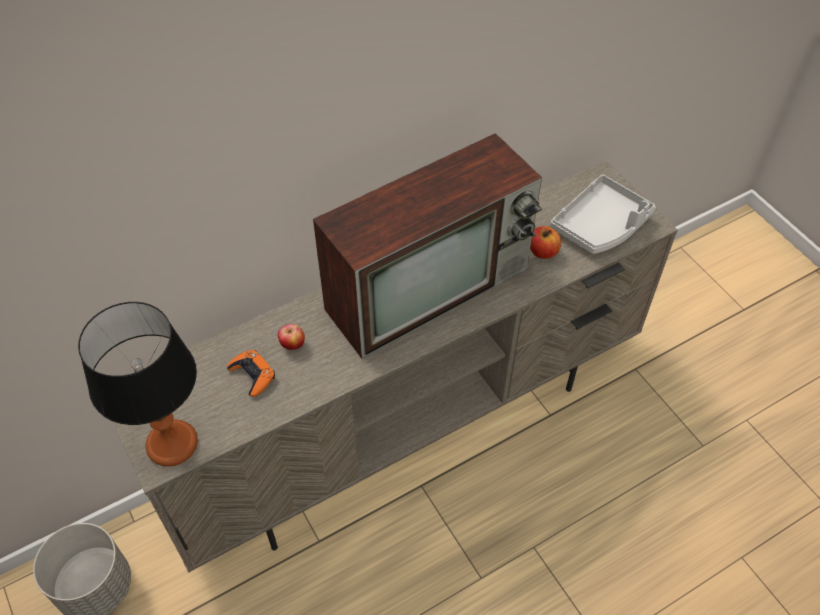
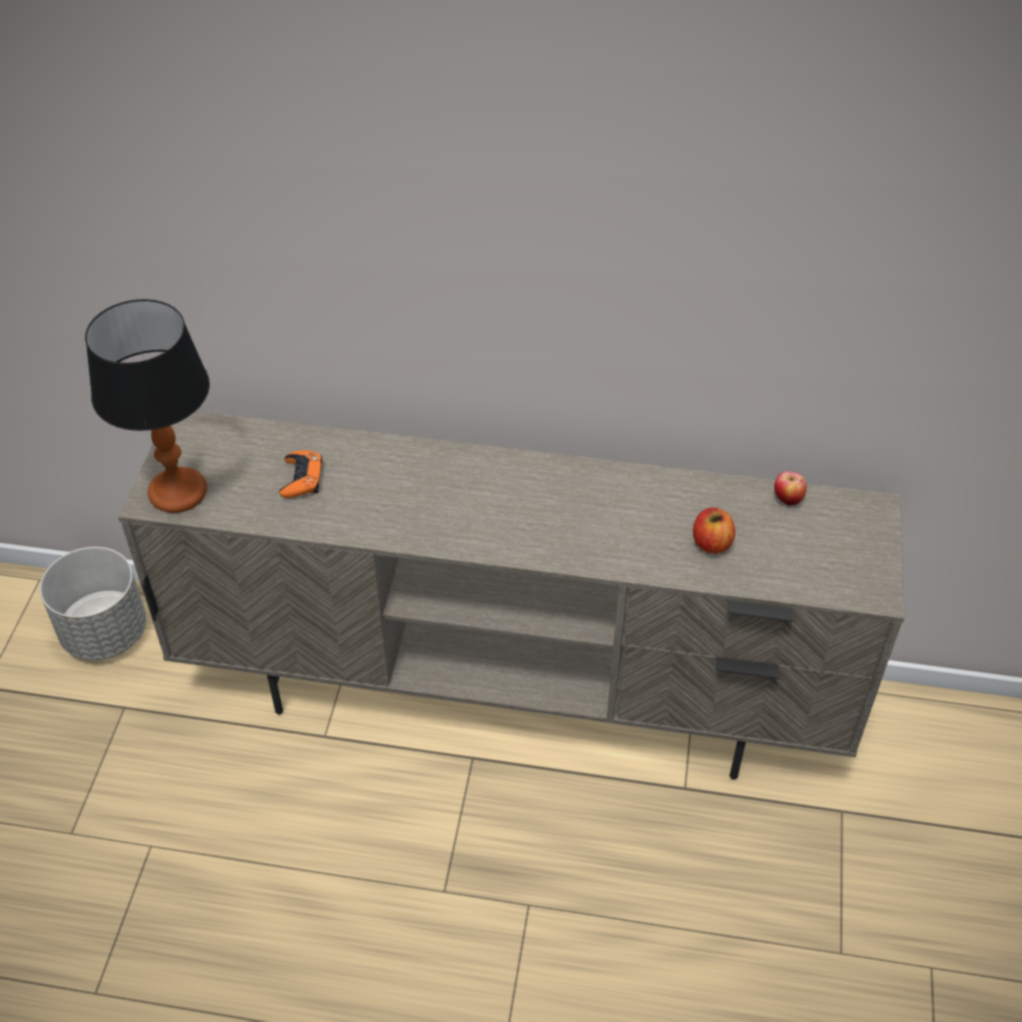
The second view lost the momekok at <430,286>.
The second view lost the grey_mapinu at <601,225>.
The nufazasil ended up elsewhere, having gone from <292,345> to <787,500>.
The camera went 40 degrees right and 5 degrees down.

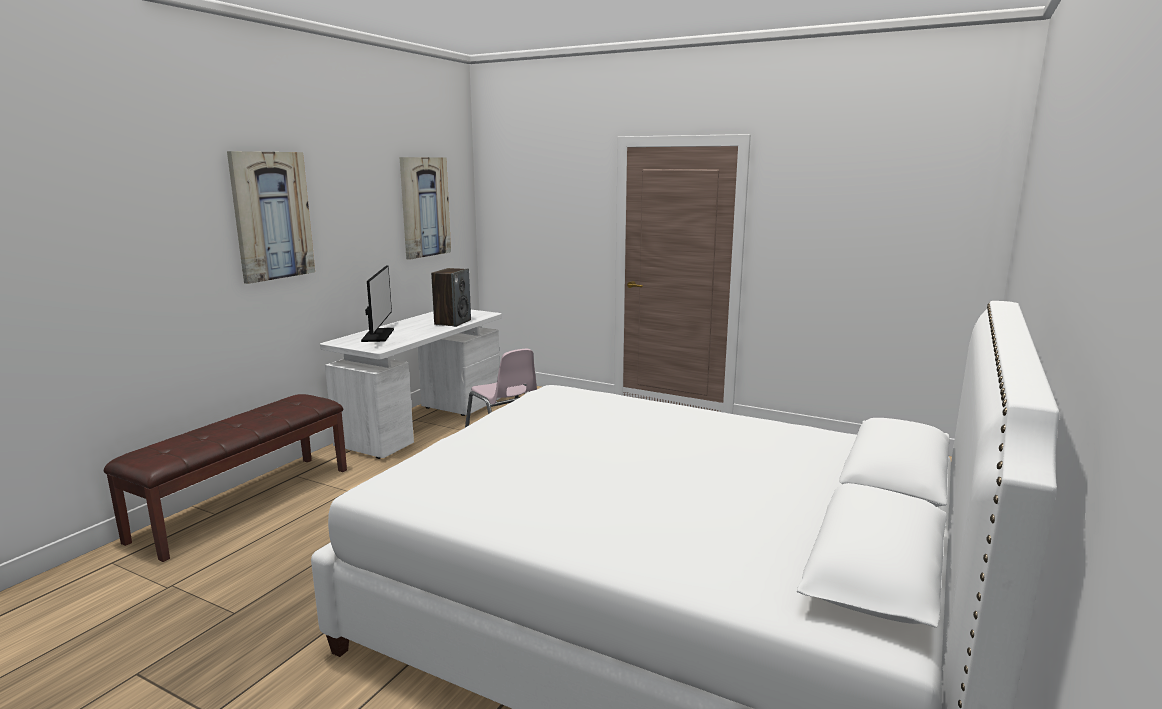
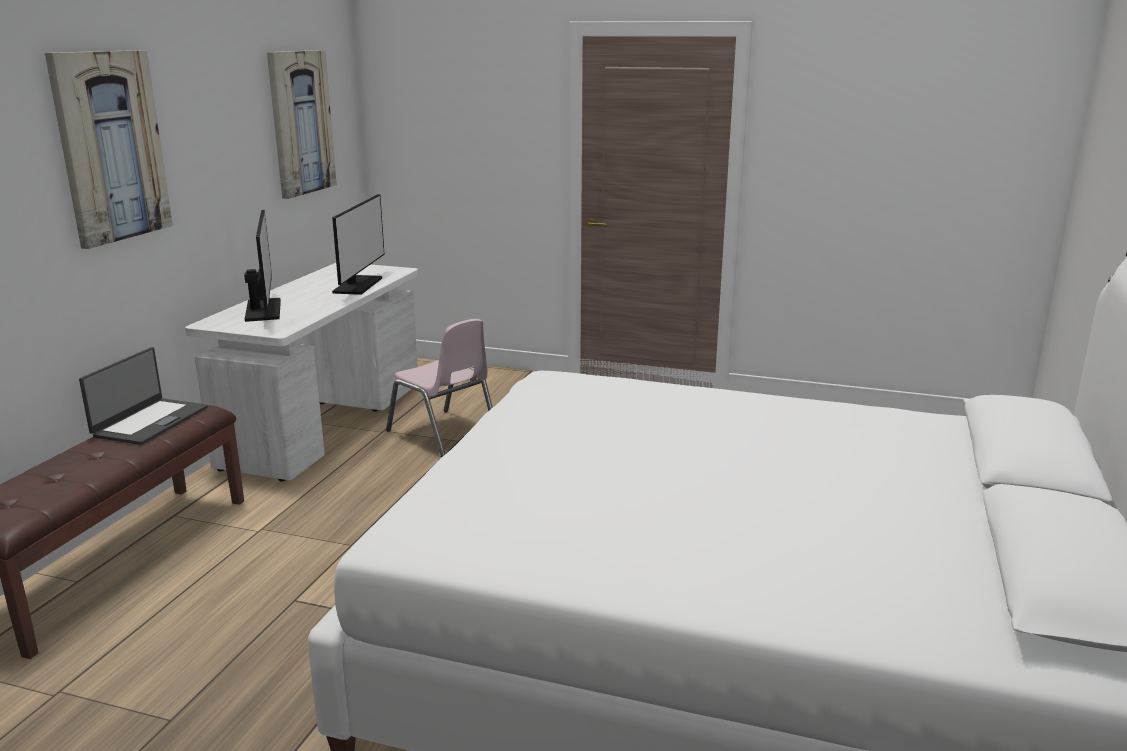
The second view gained the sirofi at <149,422>.
Where the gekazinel stood at <452,322>, the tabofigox came to stand at <358,285>.
The camera went 10 degrees left and 5 degrees up.

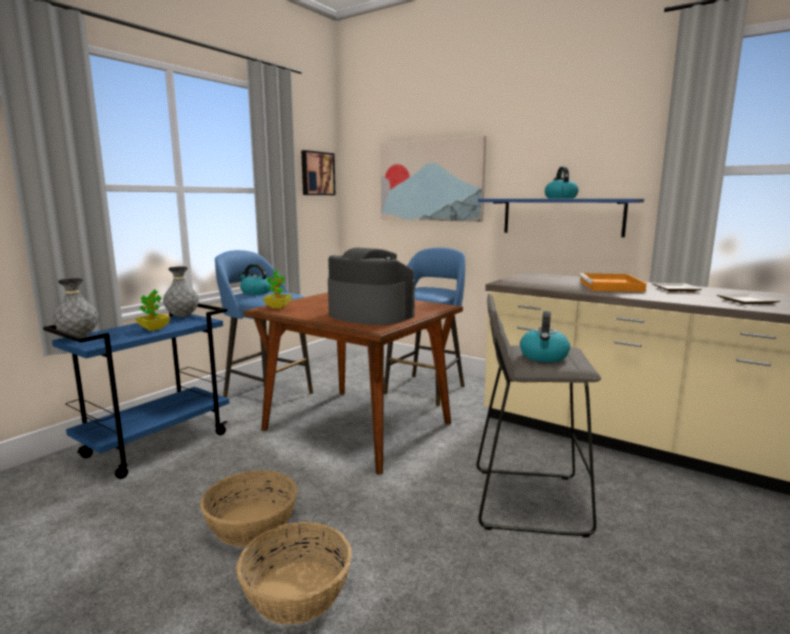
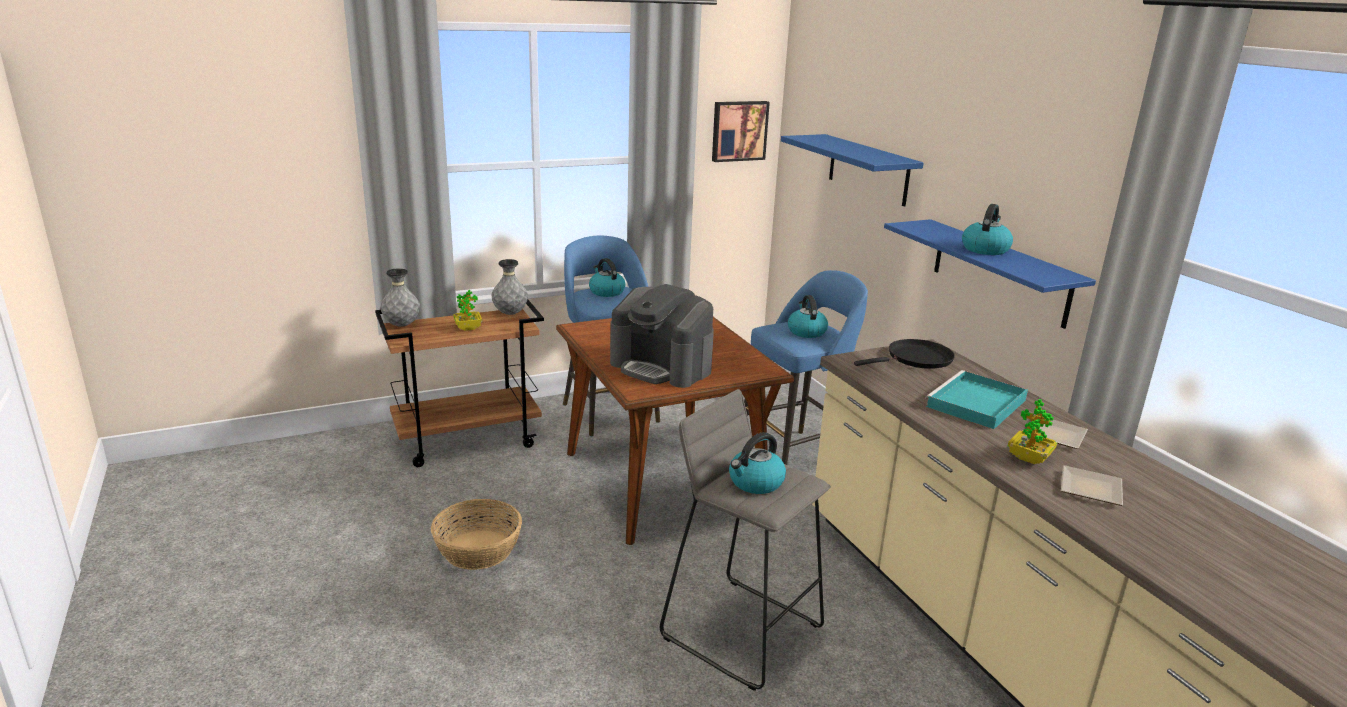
The second view lost the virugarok at <296,591>.
The second view gained the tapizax at <806,331>.
The second view gained the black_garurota at <916,359>.
The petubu ended up elsewhere, having gone from <278,307> to <1029,458>.
Where the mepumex hung at <431,180>, the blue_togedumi came to hang at <868,169>.
What was the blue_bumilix at <157,444> turned into the brown_bumilix at <468,440>.
What was the orange_mapinu at <611,286> turned into the turquoise_mapinu at <976,404>.
The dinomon at <369,315> ended up facing another way, 150 degrees clockwise from before.
The camera went 30 degrees right and 10 degrees up.

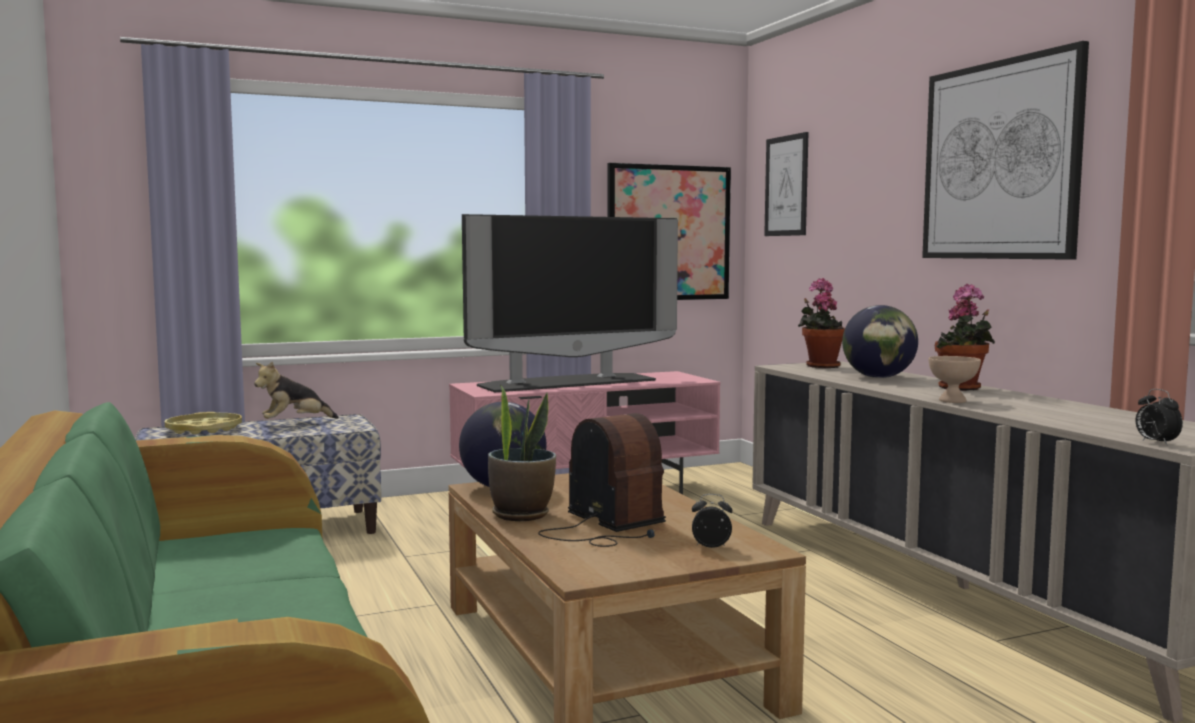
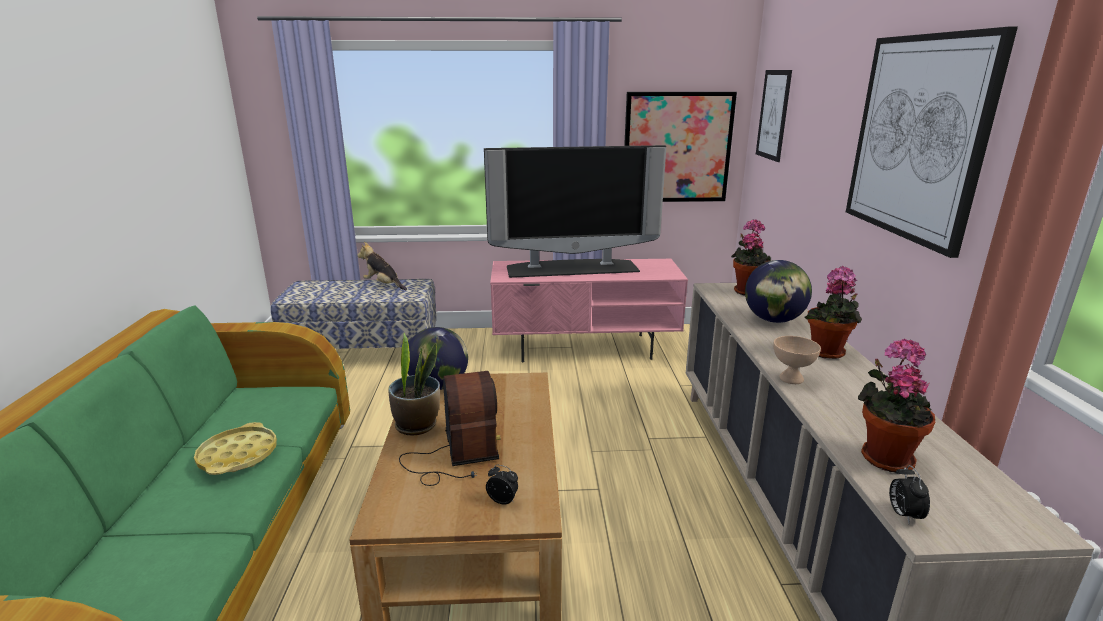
The second view gained the petubu at <884,456>.
The yellow_mapinu ended up elsewhere, having gone from <204,429> to <238,455>.
The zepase at <295,423> ended up facing another way, 45 degrees clockwise from before.
The camera went 20 degrees right and 15 degrees up.

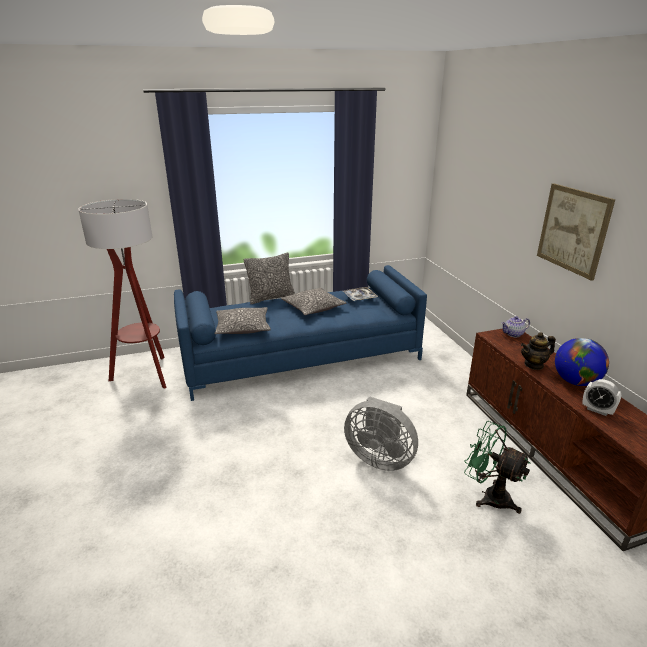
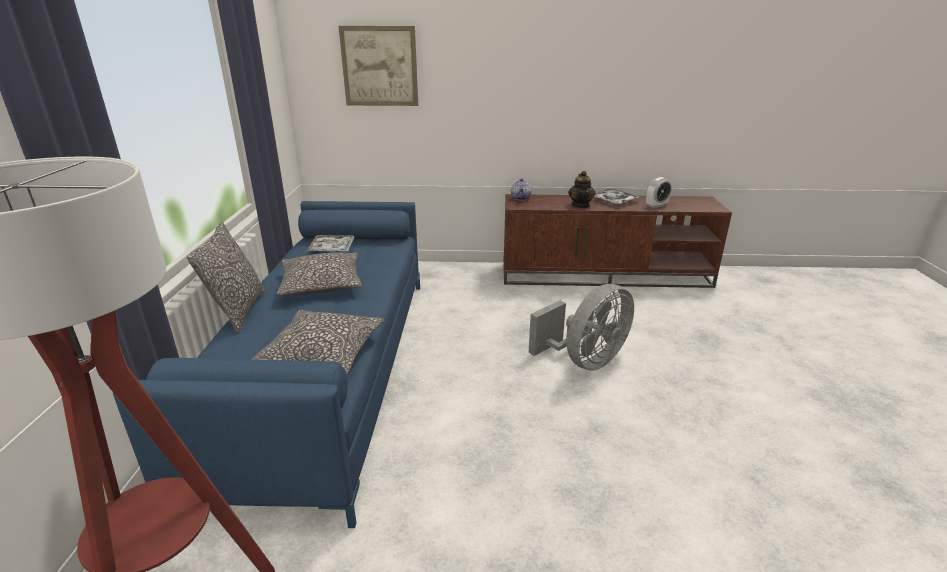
The second view lost the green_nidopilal at <489,496>.
The mepumex ended up elsewhere, having gone from <573,230> to <379,66>.
Where the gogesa stood at <575,382>, the mapinu came to stand at <613,201>.
The camera went 70 degrees left and 0 degrees up.

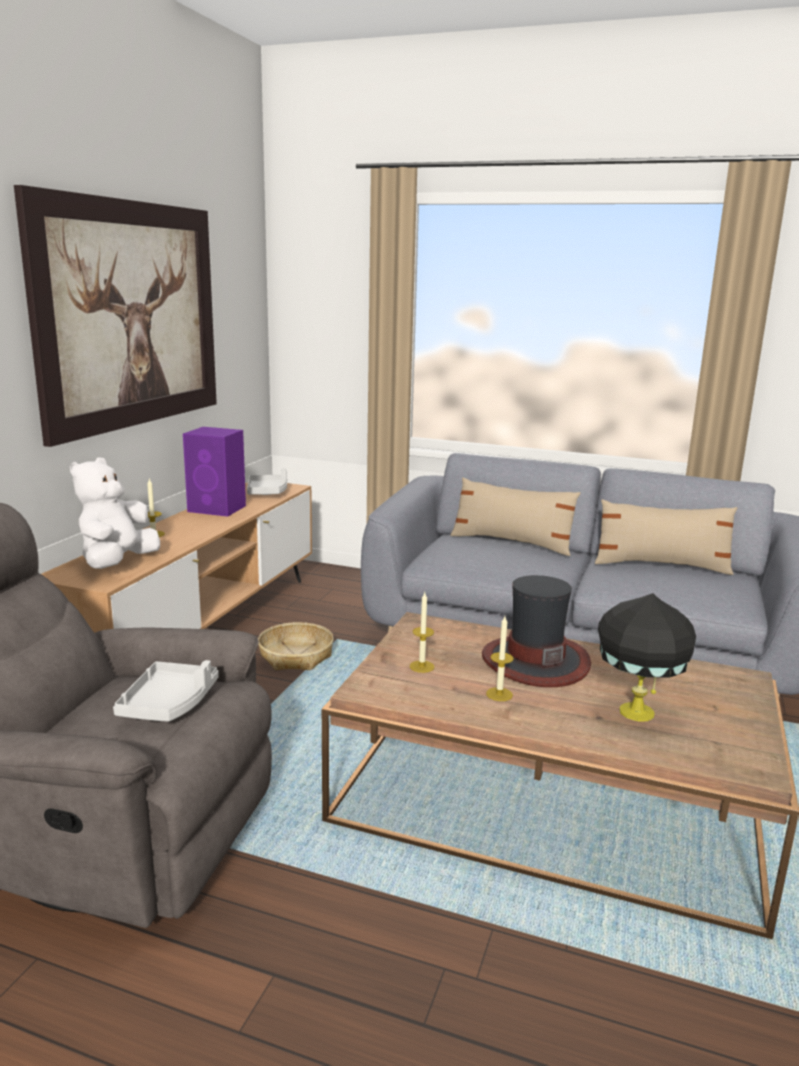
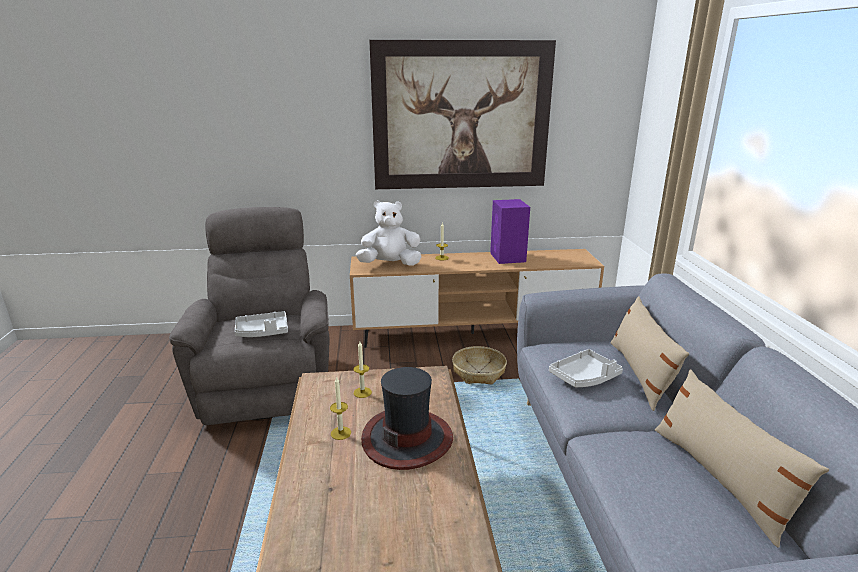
The second view lost the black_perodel at <636,713>.
The grey_mapinu ended up elsewhere, having gone from <267,492> to <585,377>.
The camera went 65 degrees right and 5 degrees up.

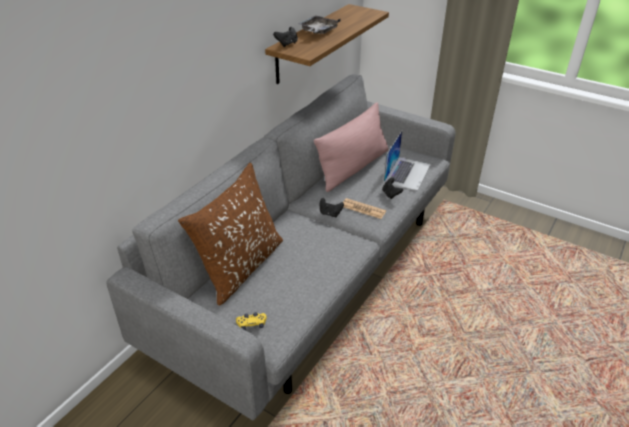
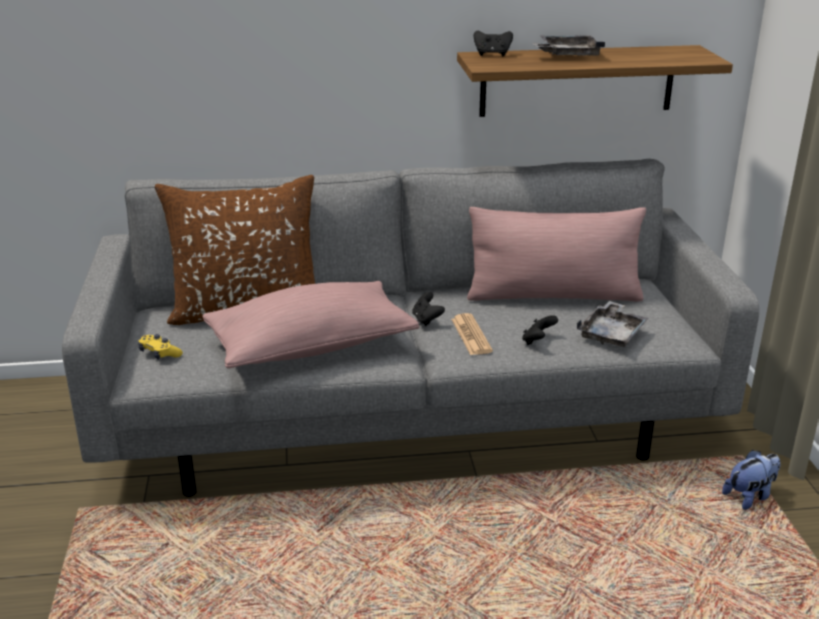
The second view gained the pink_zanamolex at <311,346>.
The second view gained the zepase at <750,496>.
Where the sirofi stood at <407,173>, the grey_mapinu came to stand at <612,334>.
The camera went 50 degrees right and 10 degrees down.

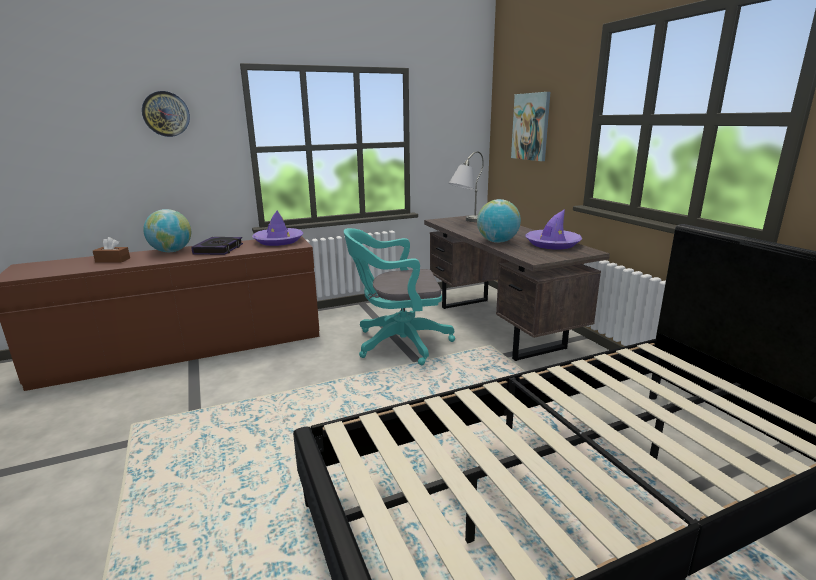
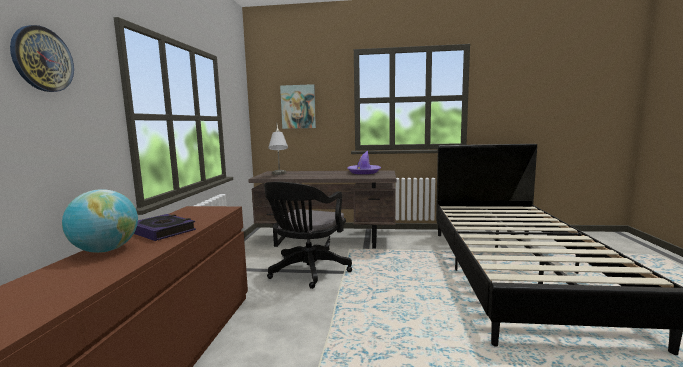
The second view lost the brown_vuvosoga at <113,260>.
The second view lost the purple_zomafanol at <278,241>.
The second view lost the gogesa at <497,242>.
What was the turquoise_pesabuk at <397,343> turned into the black_pesabuk at <307,272>.
The camera went 60 degrees left and 10 degrees down.

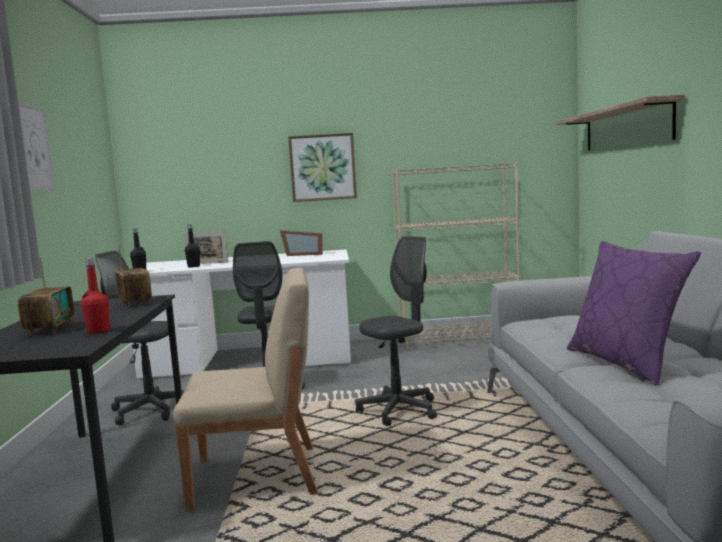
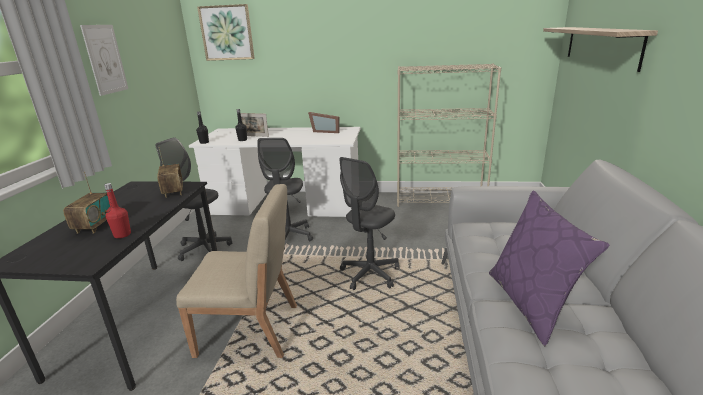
The mepumex ended up elsewhere, having gone from <322,167> to <227,33>.
The grey_pesabuk at <399,411> ended up facing another way, 150 degrees clockwise from before.
The camera went 10 degrees right and 15 degrees up.

